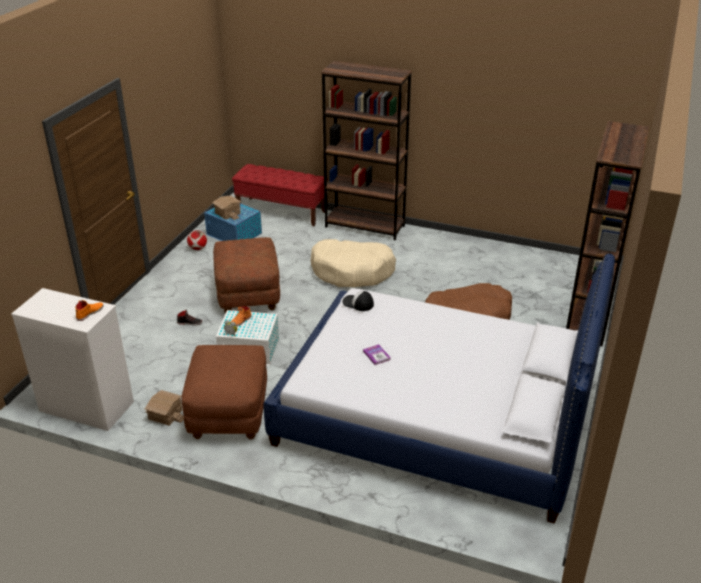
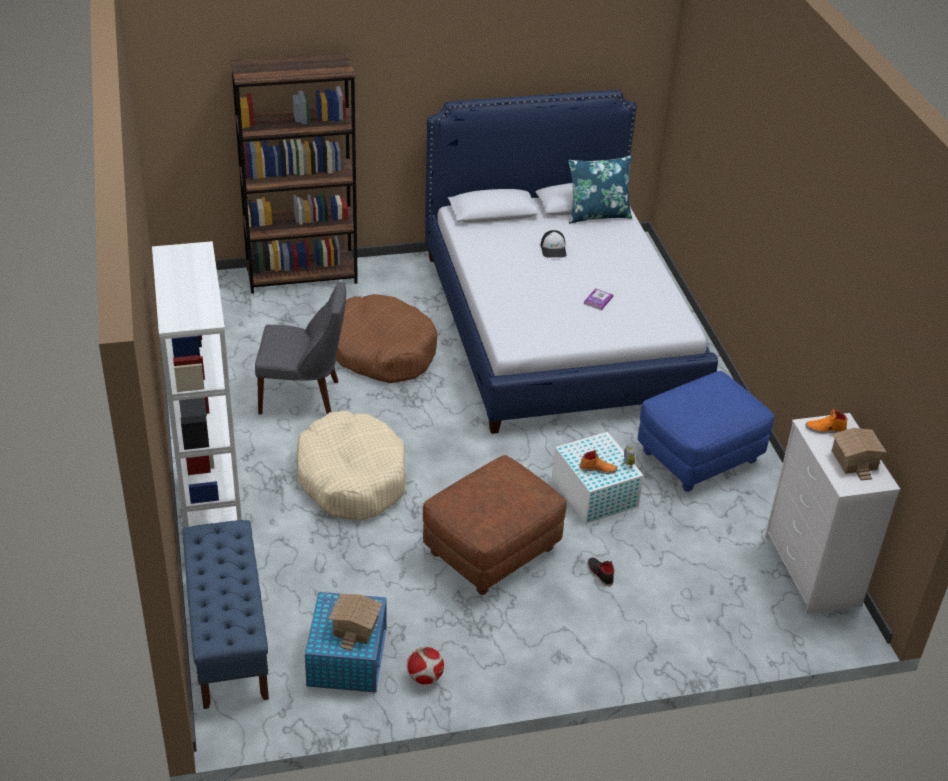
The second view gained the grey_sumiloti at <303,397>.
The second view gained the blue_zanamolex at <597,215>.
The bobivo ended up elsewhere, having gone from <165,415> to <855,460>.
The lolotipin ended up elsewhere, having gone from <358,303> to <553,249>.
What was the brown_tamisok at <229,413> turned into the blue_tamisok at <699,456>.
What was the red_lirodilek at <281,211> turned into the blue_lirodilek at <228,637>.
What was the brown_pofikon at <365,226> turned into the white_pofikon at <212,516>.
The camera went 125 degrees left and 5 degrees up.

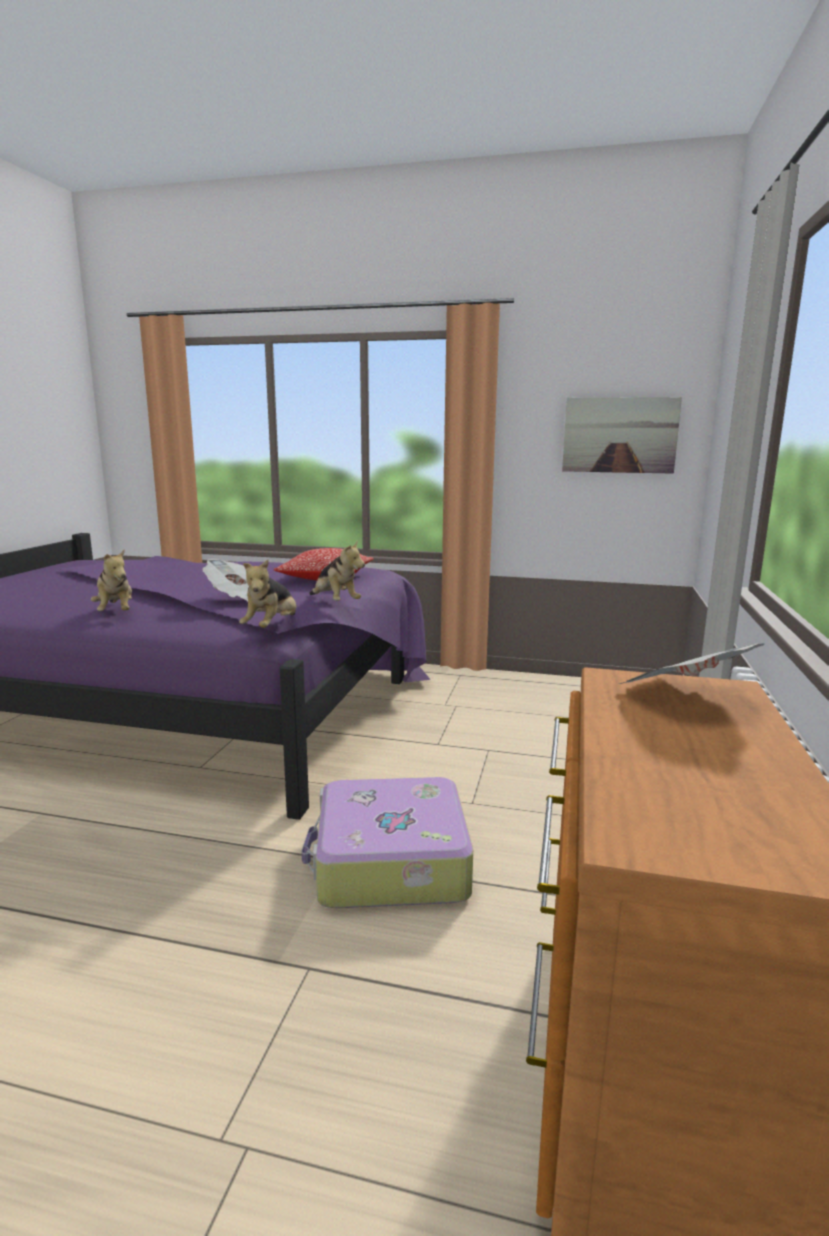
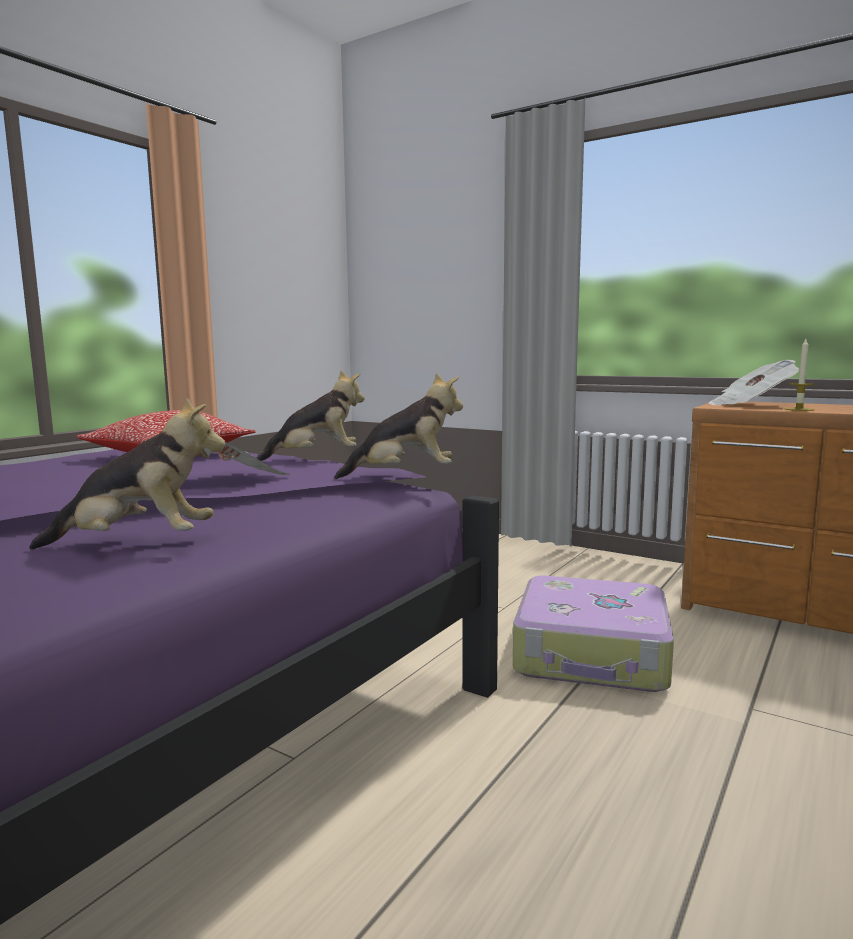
The second view lost the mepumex at <619,435>.
The second view gained the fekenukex at <799,409>.
The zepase at <271,627> ended up facing another way, 45 degrees counterclockwise from before.
The camera went 70 degrees left and 5 degrees down.

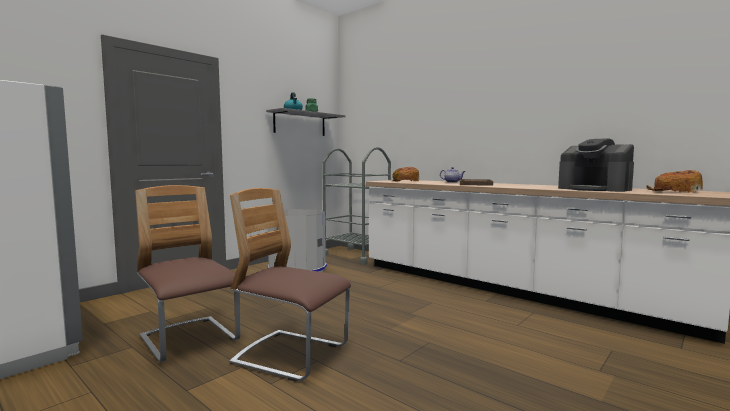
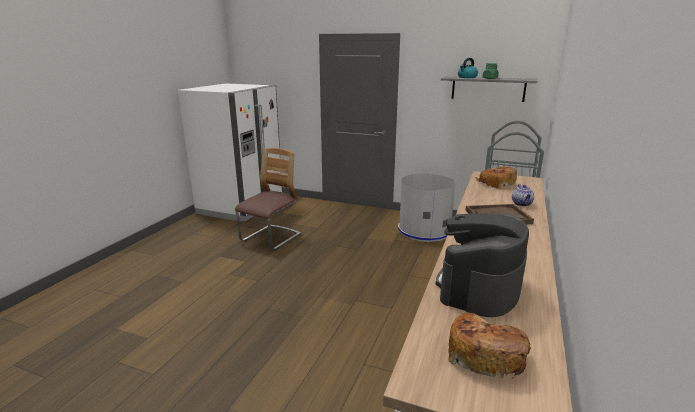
The second view lost the sumiloti at <291,355>.
The camera went 70 degrees right and 15 degrees up.

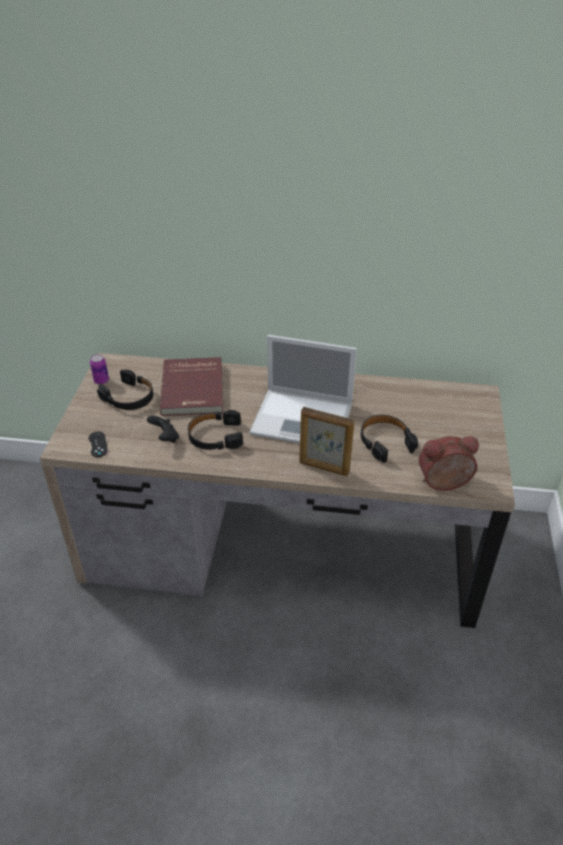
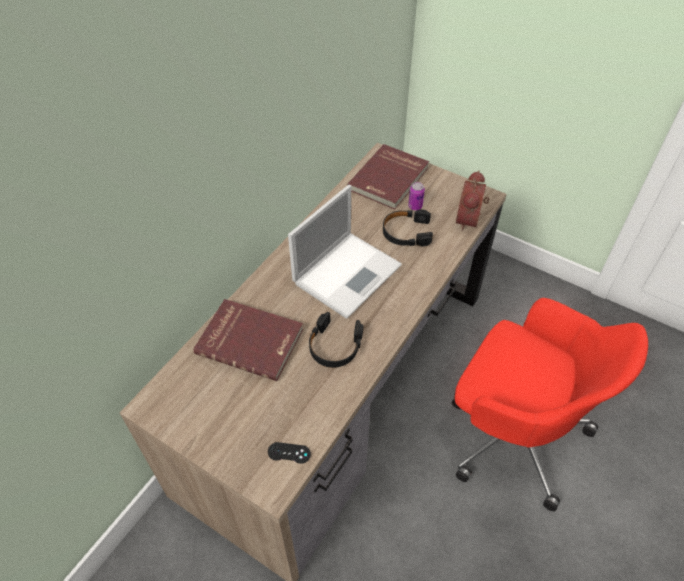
The second view lost the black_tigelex at <129,397>.
The second view lost the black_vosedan at <165,438>.
The second view lost the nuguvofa at <324,468>.
The second view gained the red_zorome at <389,179>.
The second view gained the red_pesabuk at <512,432>.
The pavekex ended up elsewhere, having gone from <101,381> to <415,206>.
The camera went 65 degrees left and 10 degrees up.

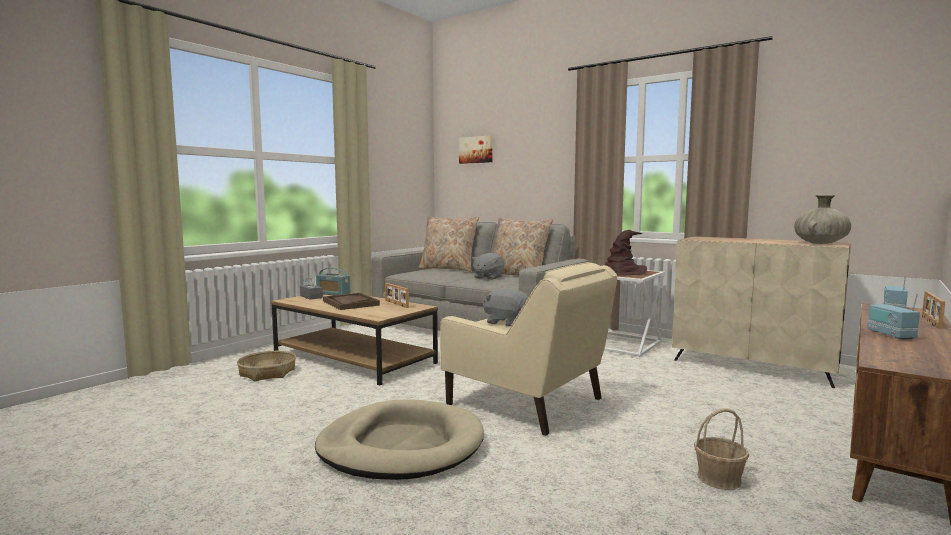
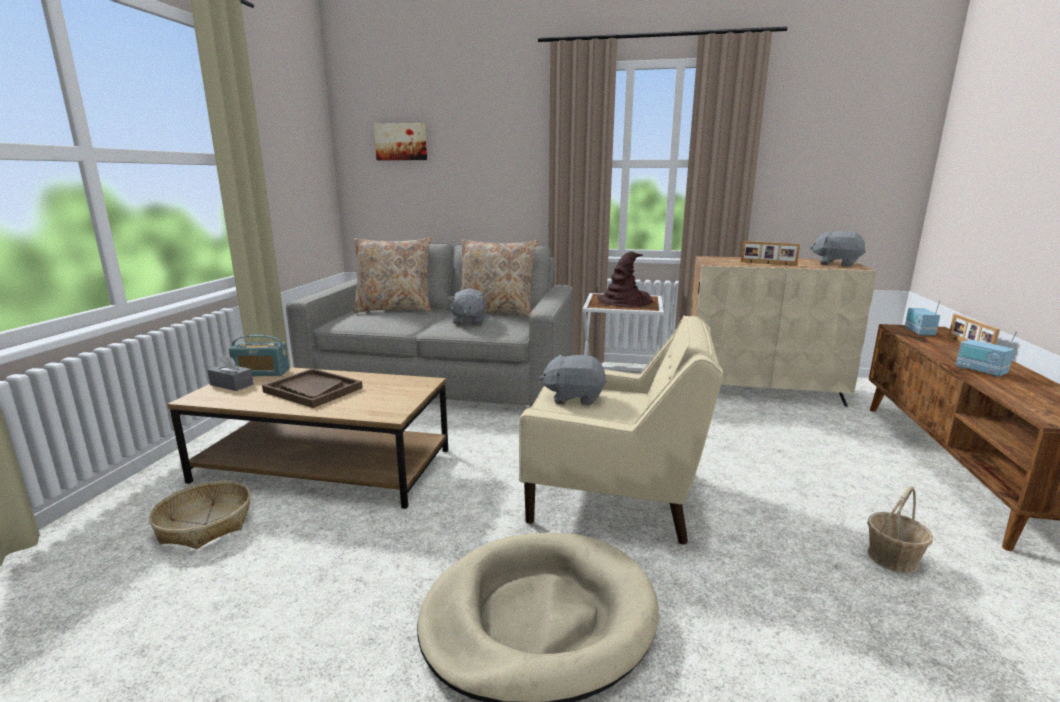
The nuguvofa ended up elsewhere, having gone from <396,304> to <768,263>.
Where the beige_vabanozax stood at <820,243>, the grey_zepase came to stand at <836,264>.
The camera went 25 degrees left and 10 degrees up.

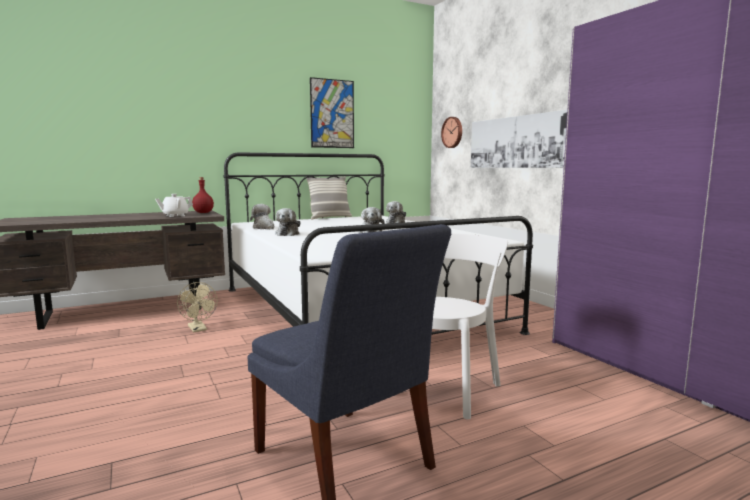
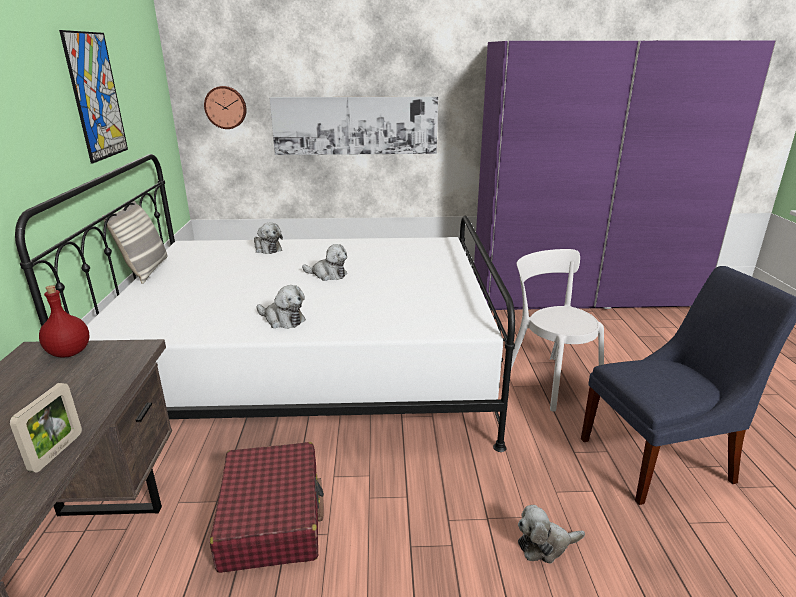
The second view lost the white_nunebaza at <175,215>.
The second view gained the nuguvofa at <57,452>.
The zepase ended up elsewhere, having gone from <264,228> to <545,545>.
Where the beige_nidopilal stood at <198,329>, the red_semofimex came to stand at <272,517>.
The camera went 65 degrees left and 15 degrees up.

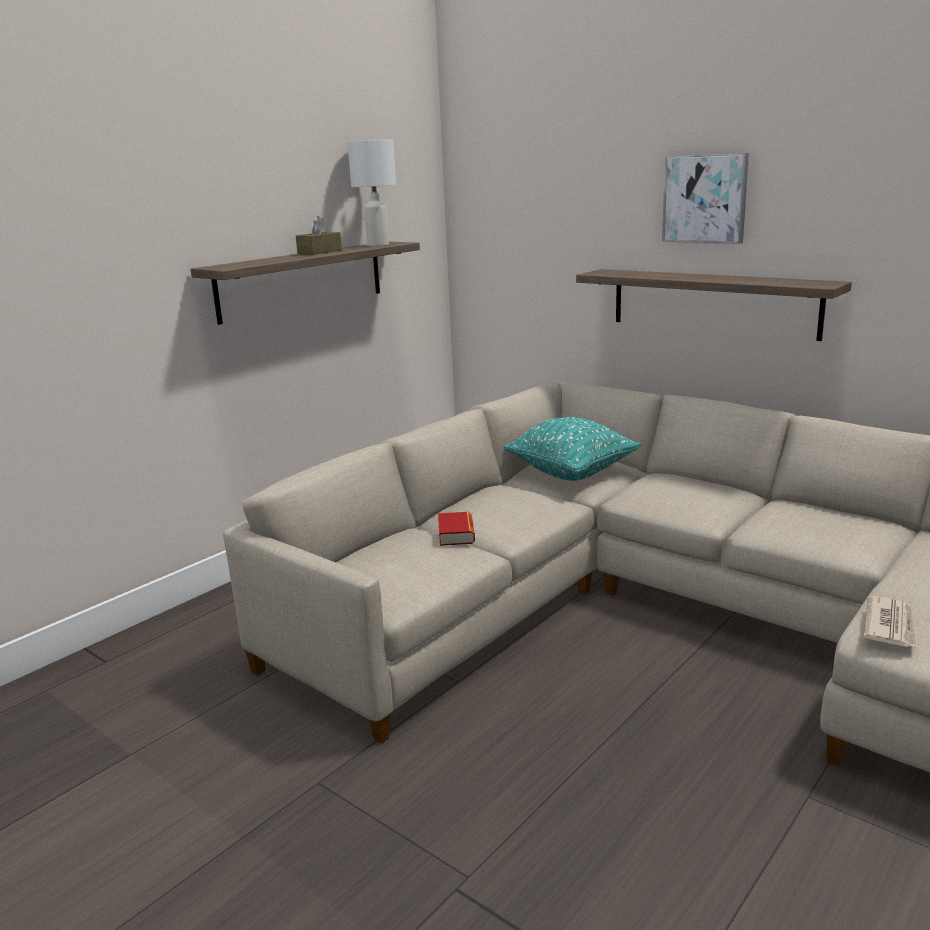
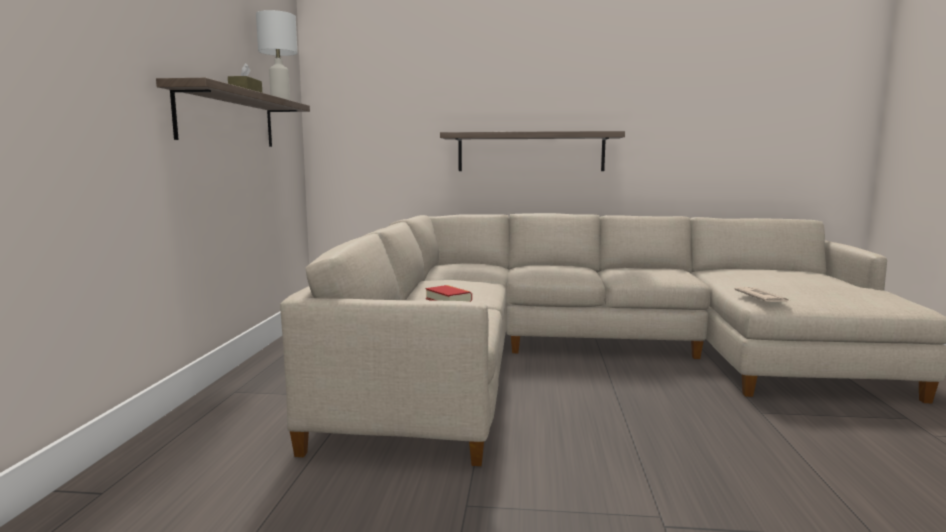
The second view lost the turquoise_zanamolex at <571,473>.
The second view lost the mepumex at <705,198>.
The camera went 35 degrees left and 10 degrees down.

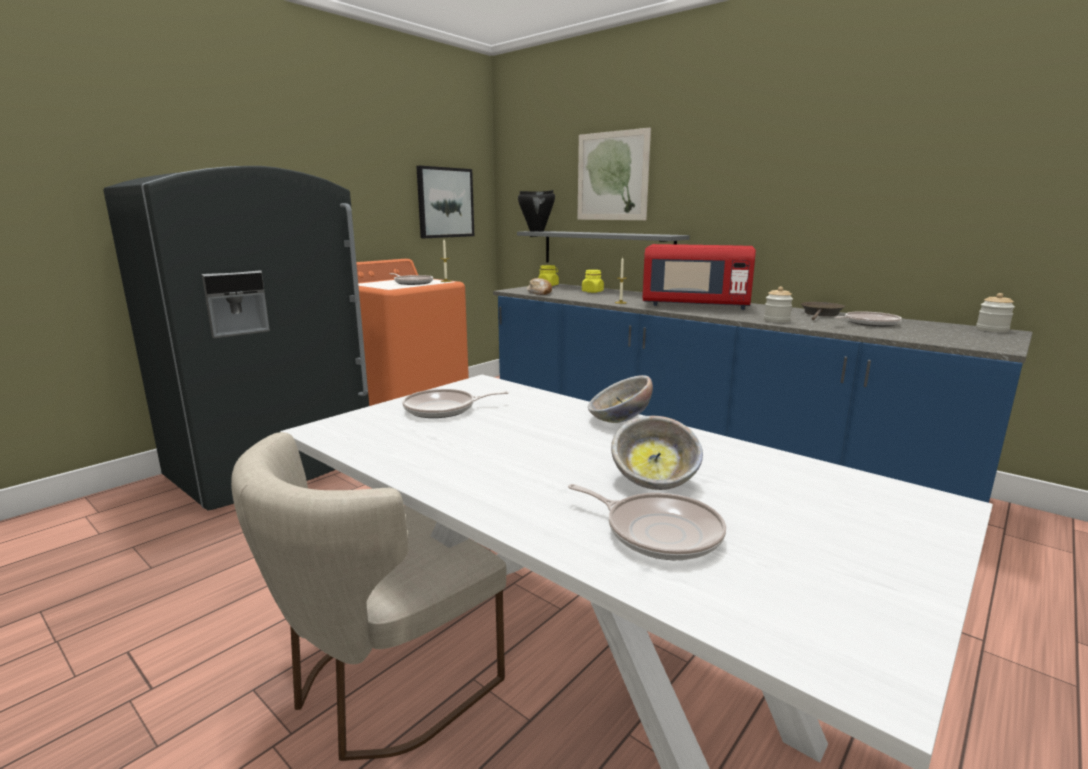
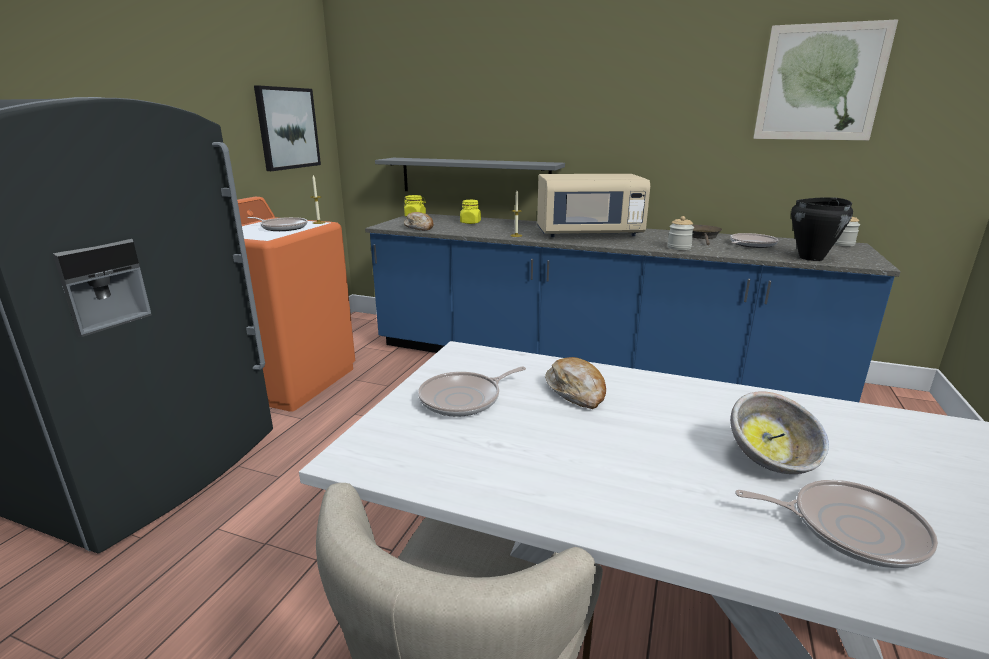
The second view lost the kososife at <619,420>.
The second view gained the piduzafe at <576,391>.
The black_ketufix ended up elsewhere, having gone from <537,231> to <811,258>.
The mepumex ended up elsewhere, having gone from <612,176> to <820,83>.
What was the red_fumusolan at <696,305> turned into the beige_fumusolan at <588,234>.
The camera went 20 degrees left and 5 degrees up.

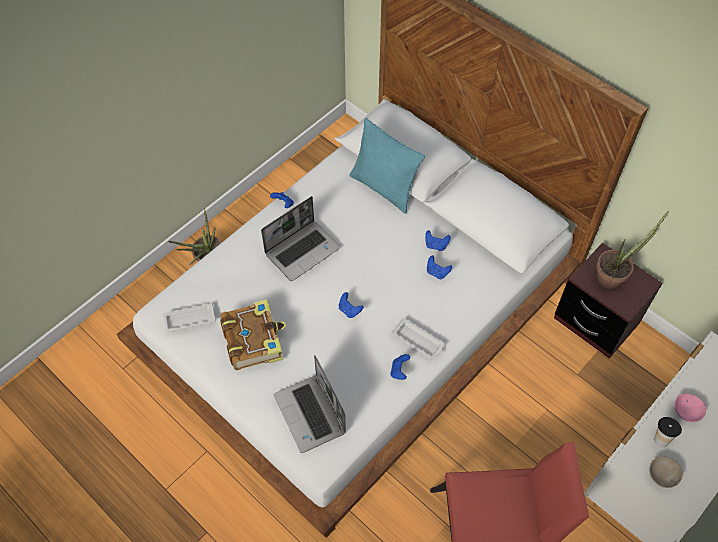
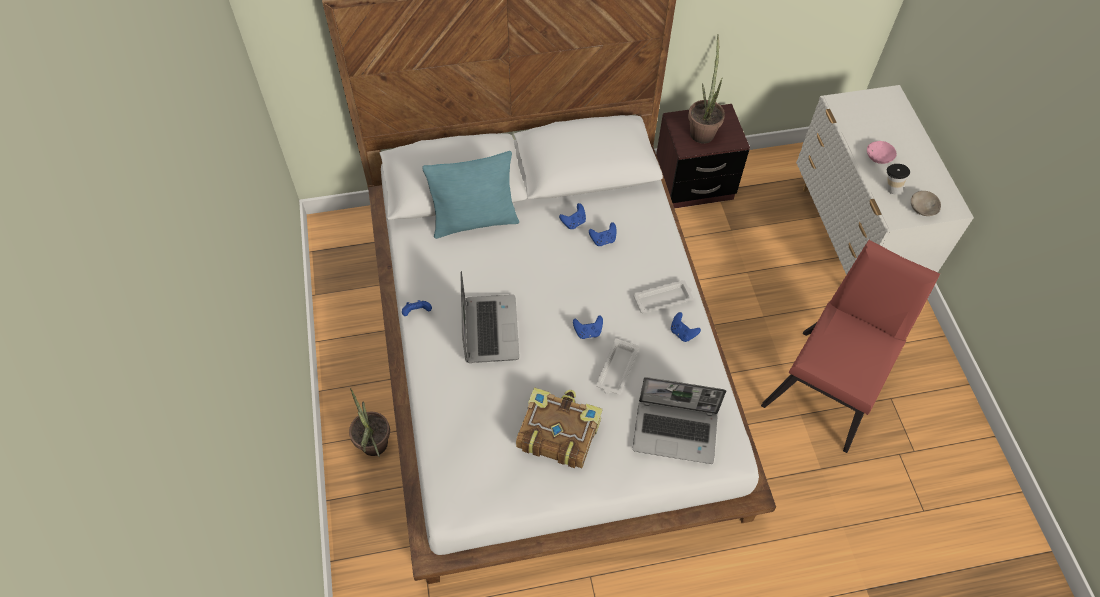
The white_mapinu ended up elsewhere, having gone from <188,320> to <616,369>.
The camera went 55 degrees left and 0 degrees up.

